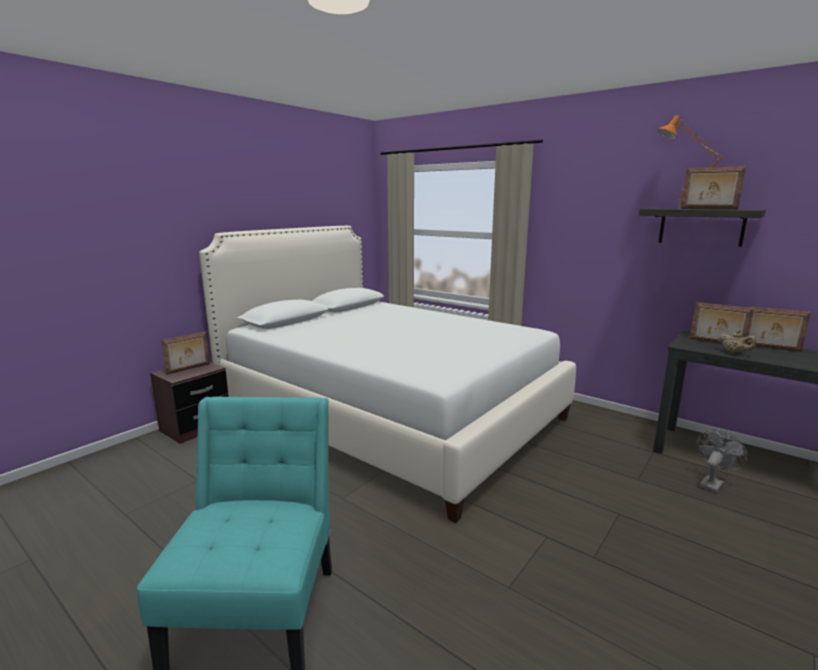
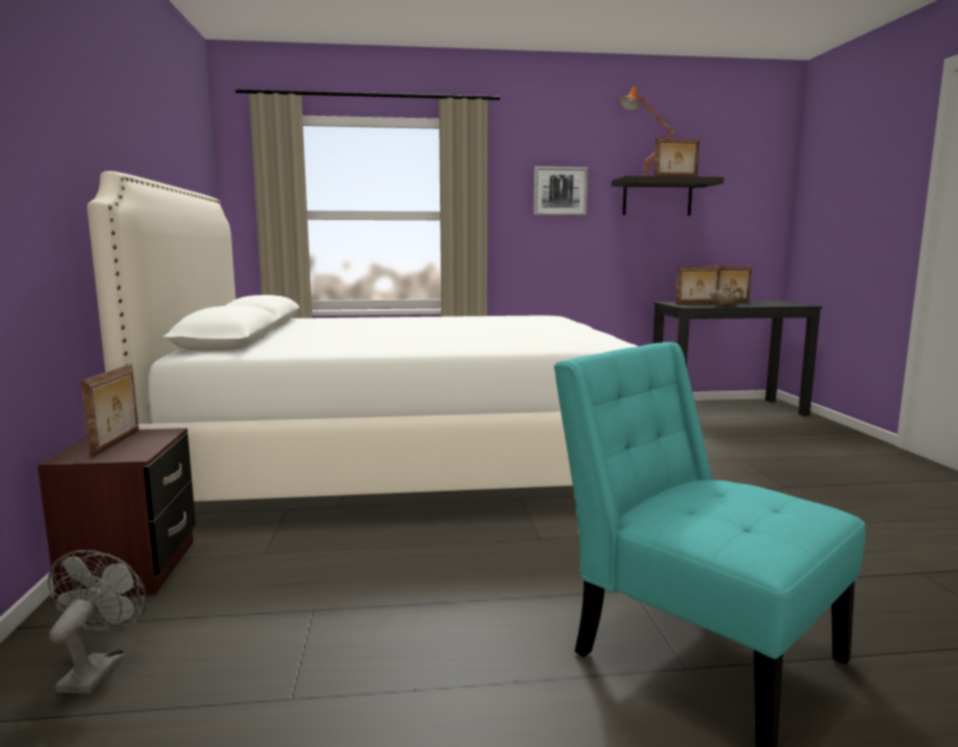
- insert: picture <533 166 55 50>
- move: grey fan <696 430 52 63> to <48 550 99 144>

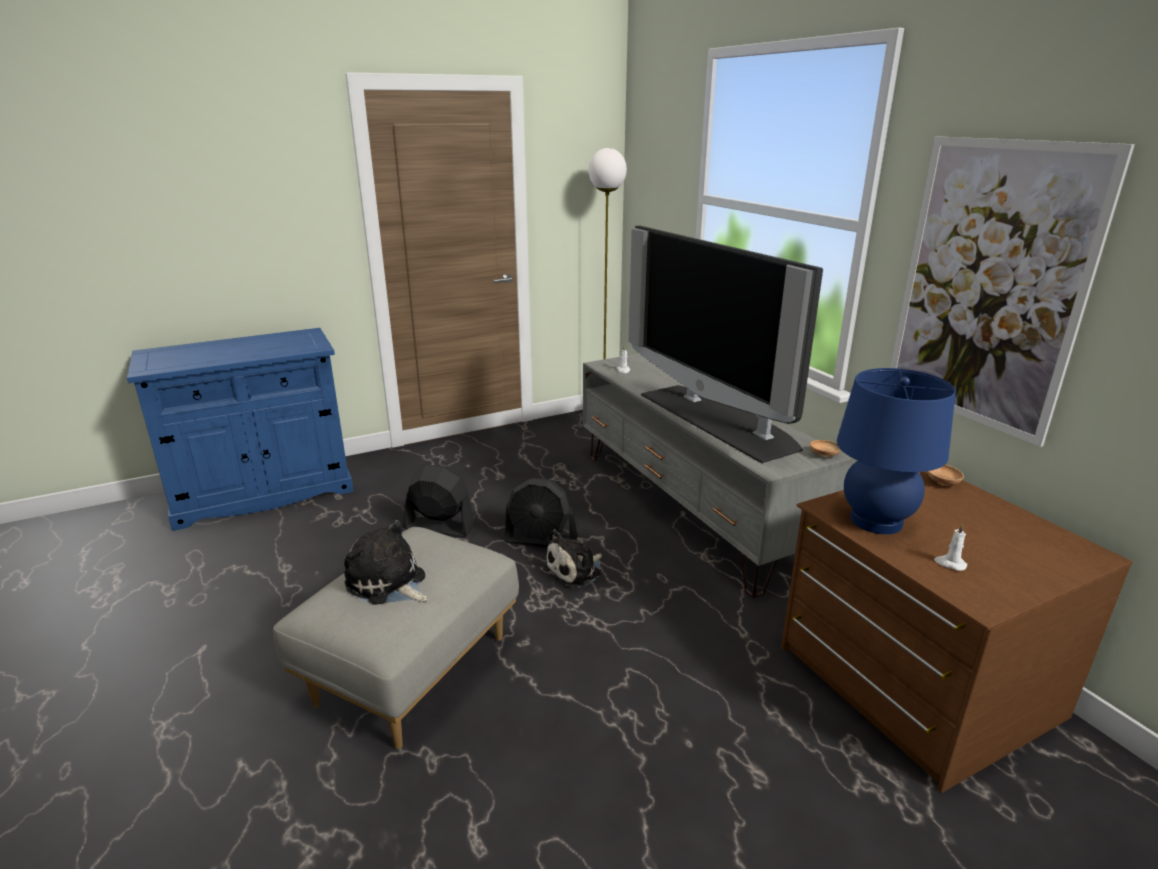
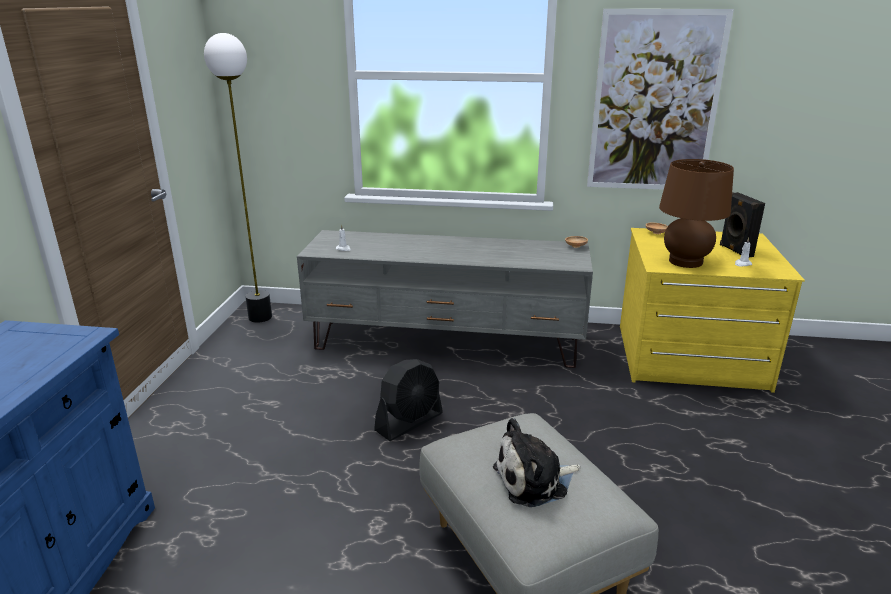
- delete: black fan <403 465 72 73>
- delete: plush toy <543 529 59 59>
- delete: television <628 226 195 237>
- insert: black speaker <720 192 45 65>
- recolor: brown dresser <781 471 352 322> to yellow dresser <620 228 185 165>
- recolor: blue table lamp <837 368 119 166> to brown table lamp <659 159 75 109>

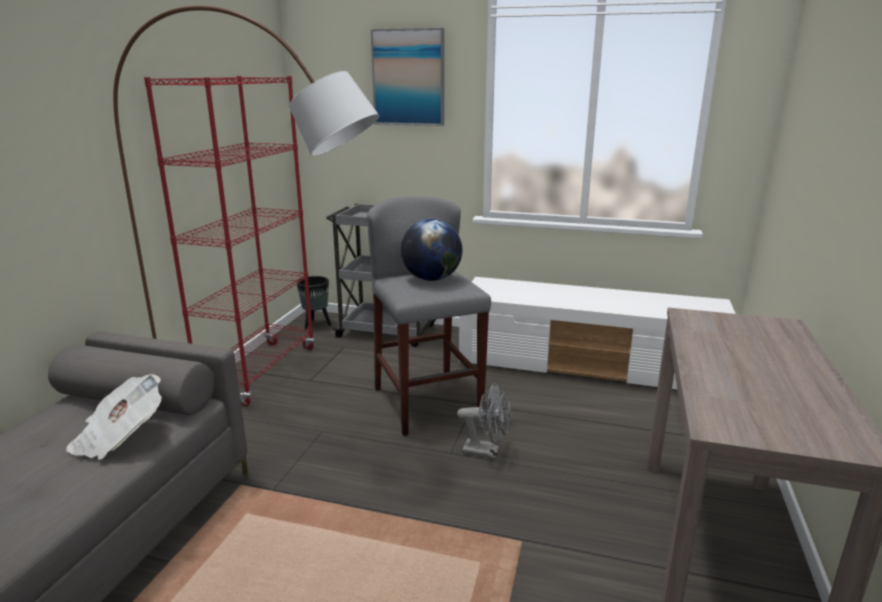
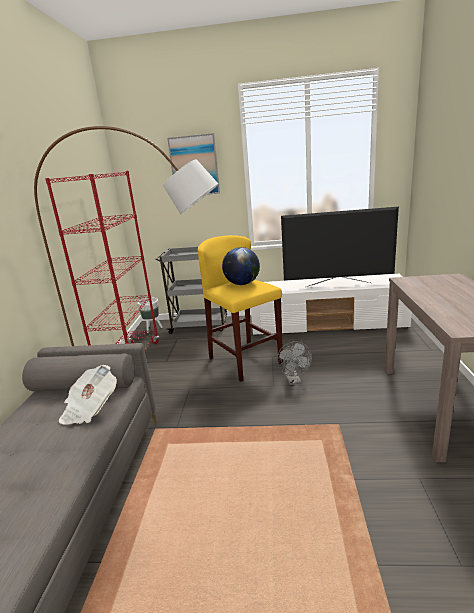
- insert: television <281 207 118 80>
- recolor: black planter <297 276 34 53> to white planter <138 298 25 35>
- recolor: grey stool <367 196 124 240> to yellow stool <198 235 85 147>
- rotate: grey fan <457 384 54 75> = <277 341 35 44> 75 degrees clockwise

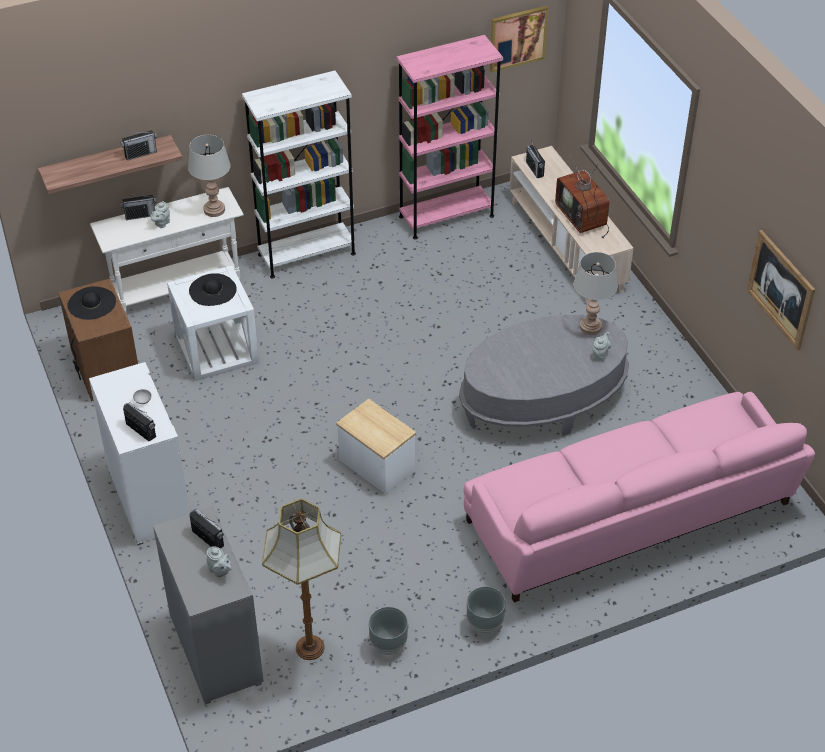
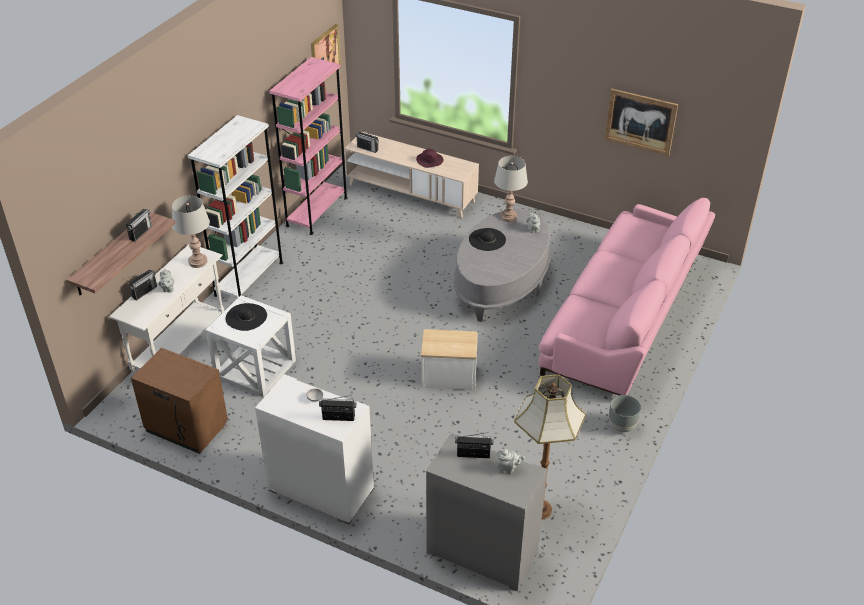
- delete: grey planter <369 607 39 48>
- move: black hat <67 286 49 34> to <469 228 37 23>
- replace: television <555 154 54 84> to purple hat <416 149 27 19>

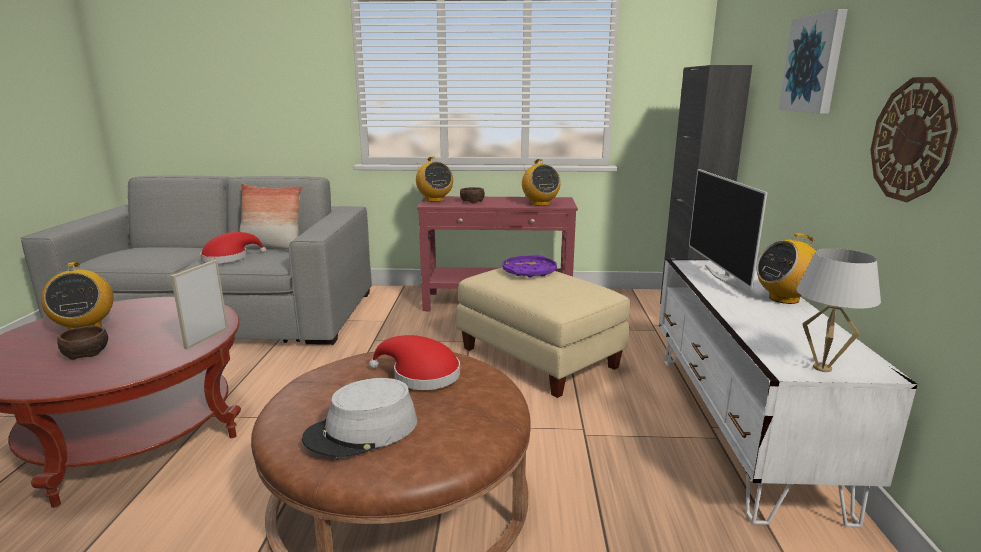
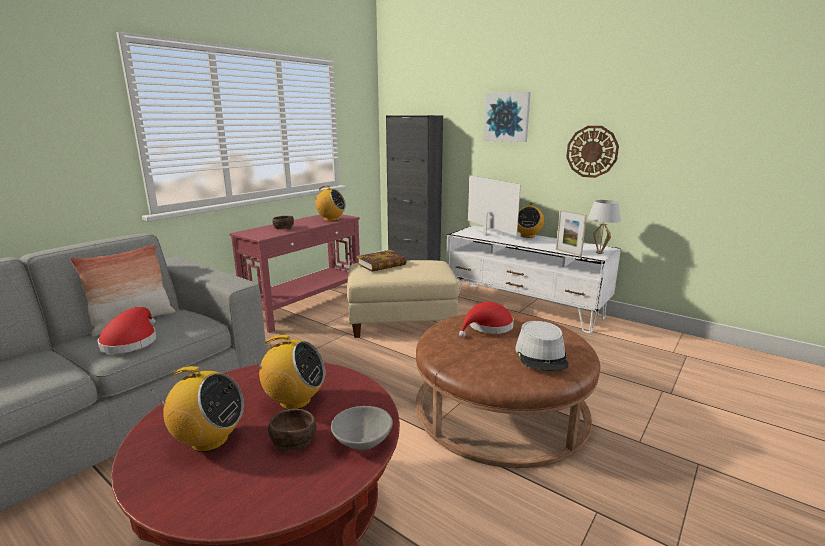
- insert: grey bowl <331 406 62 44>
- move: picture frame <171 260 57 89> to <556 210 31 46>
- move: radio <416 157 37 45> to <252 335 73 75>
- replace: purple tray <503 255 54 22> to book <356 250 51 22>
- rotate: television <689 169 79 120> = <468 175 53 64> 150 degrees counterclockwise

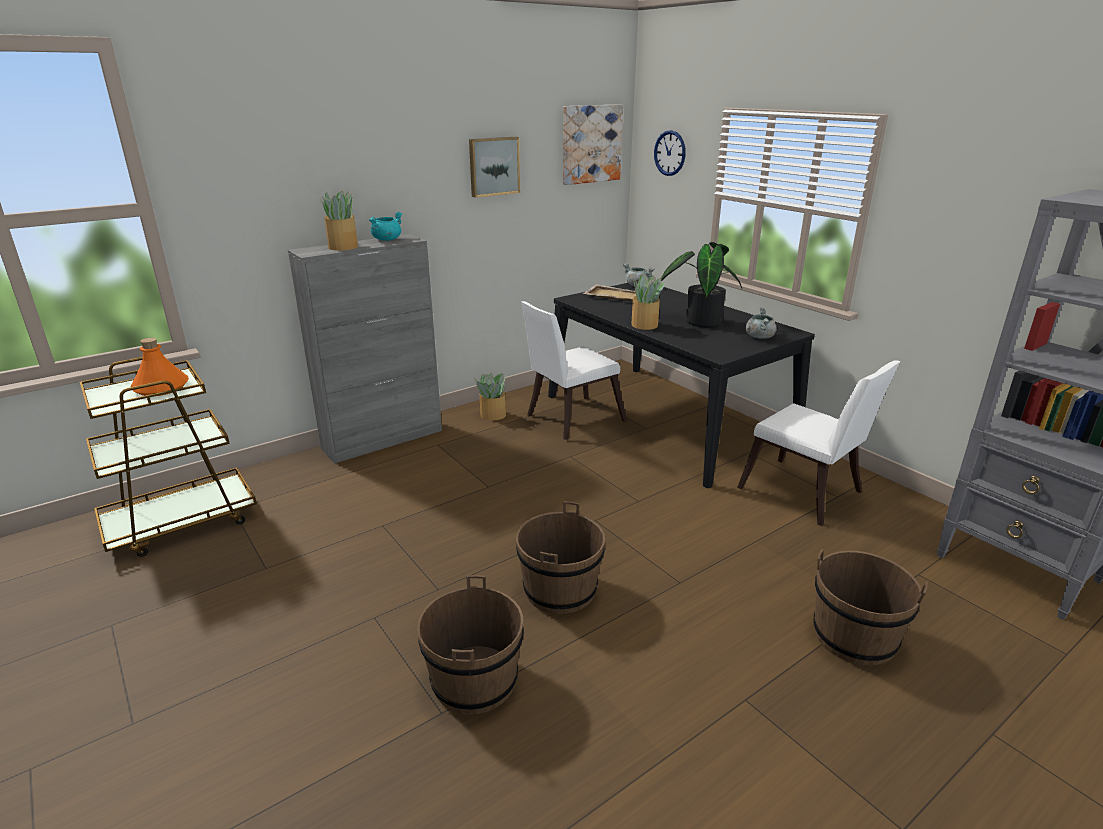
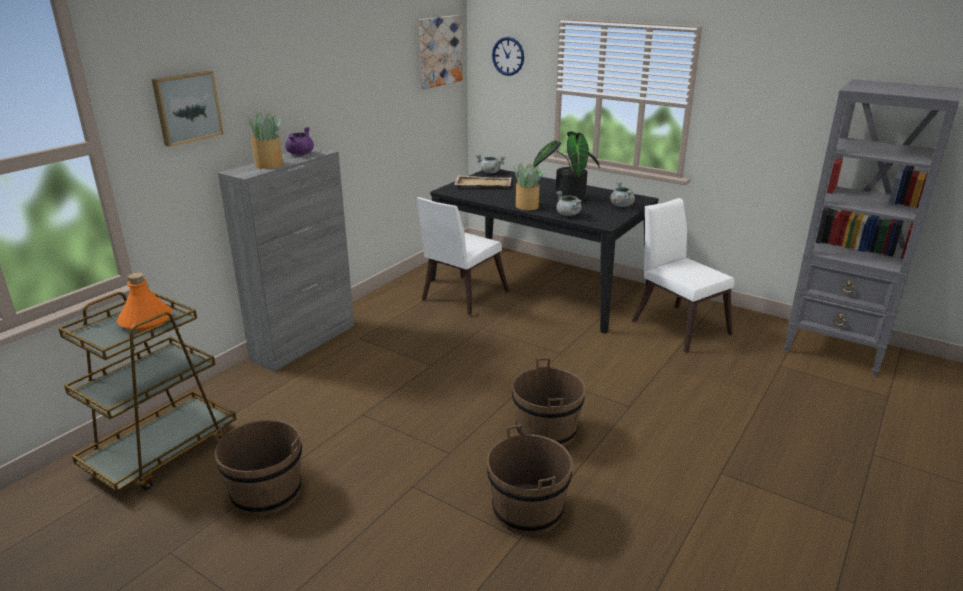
- delete: potted plant <474 373 32 47>
- insert: grey cooking pot <556 191 26 25>
- move: picture <469 137 51 61> to <152 71 72 76>
- move: brown bucket <813 549 115 117> to <214 419 88 97>
- recolor: turquoise cooking pot <369 212 33 29> to purple cooking pot <285 127 29 28>
- rotate: white chair <737 360 164 166> = <632 198 103 155> 150 degrees counterclockwise

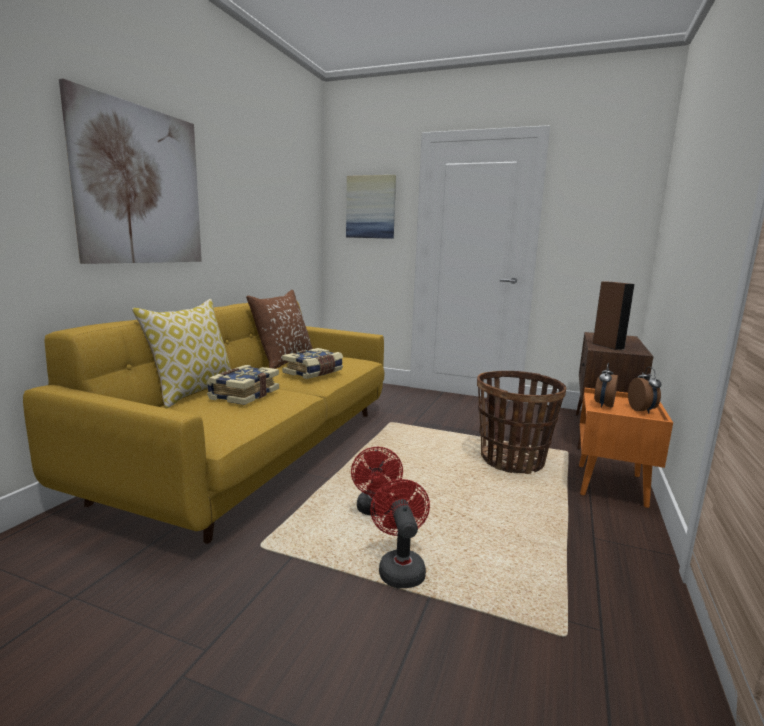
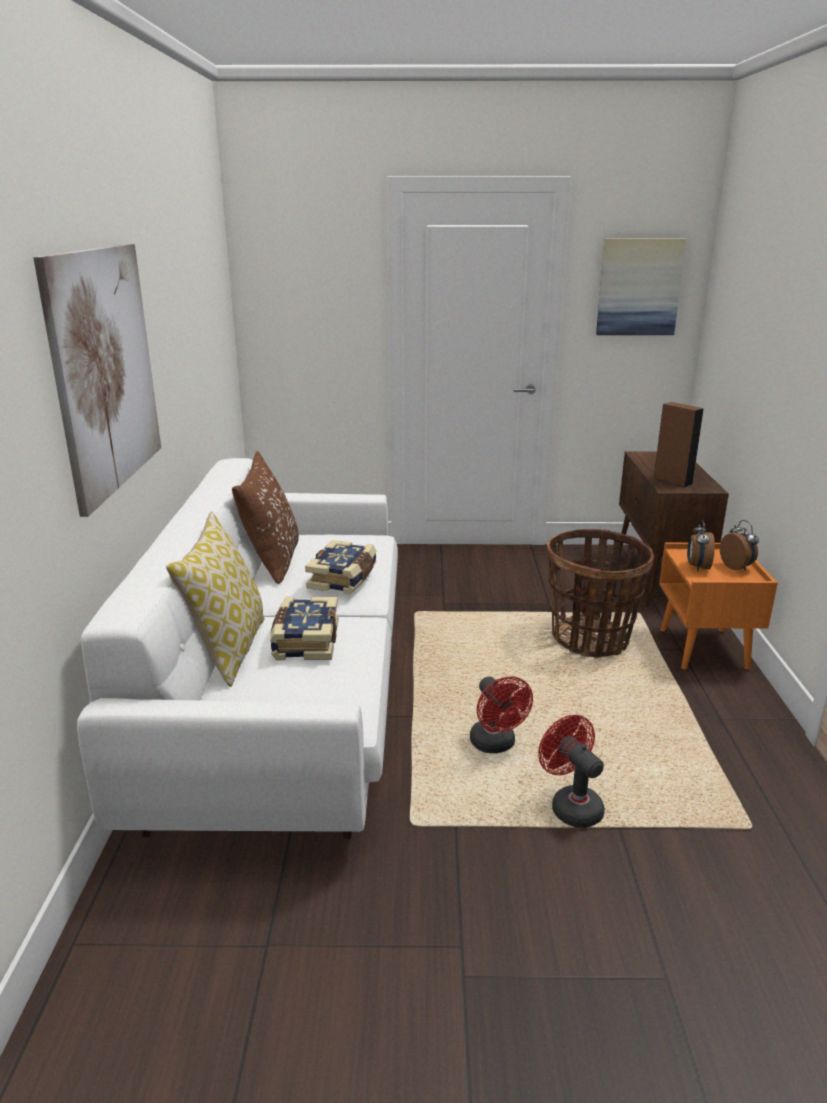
- move: picture <346 175 50 64> to <596 238 90 97>
- recolor: yellow sofa <23 300 361 244> to white sofa <77 458 321 381>

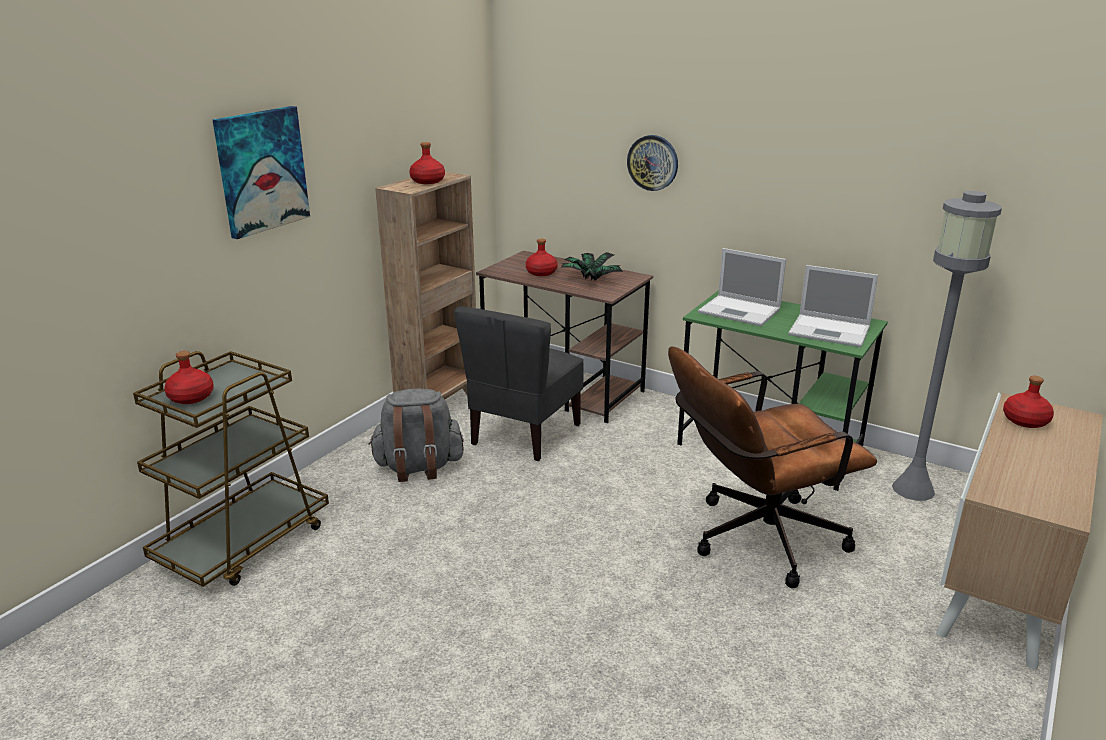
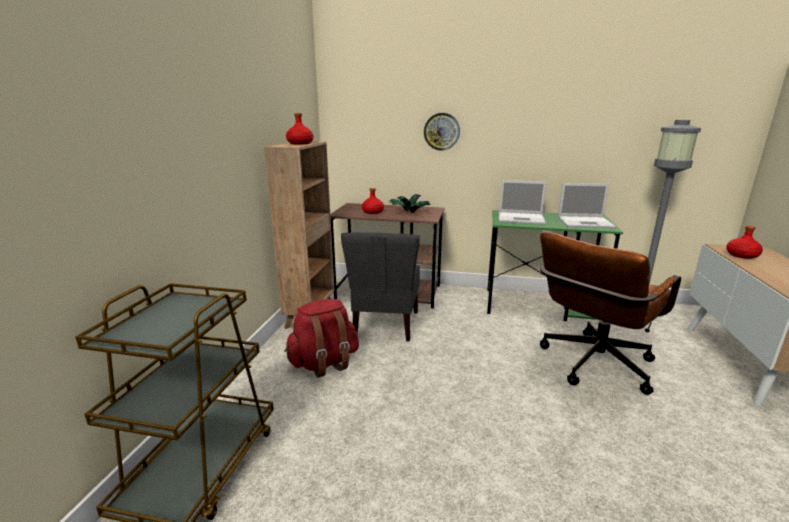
- delete: red bottle <164 351 50 53>
- delete: picture <213 106 97 133>
- recolor: grey backpack <369 389 95 93> to red backpack <284 299 75 79>

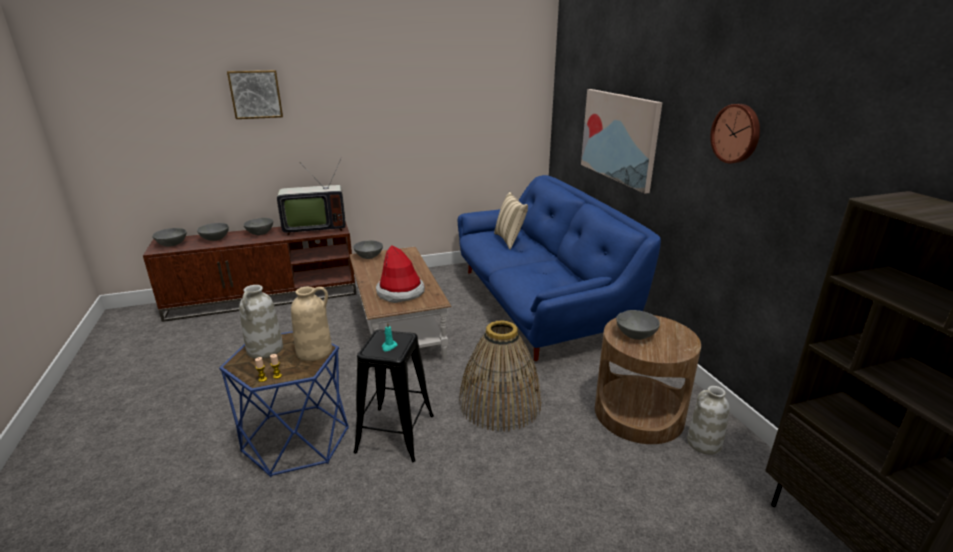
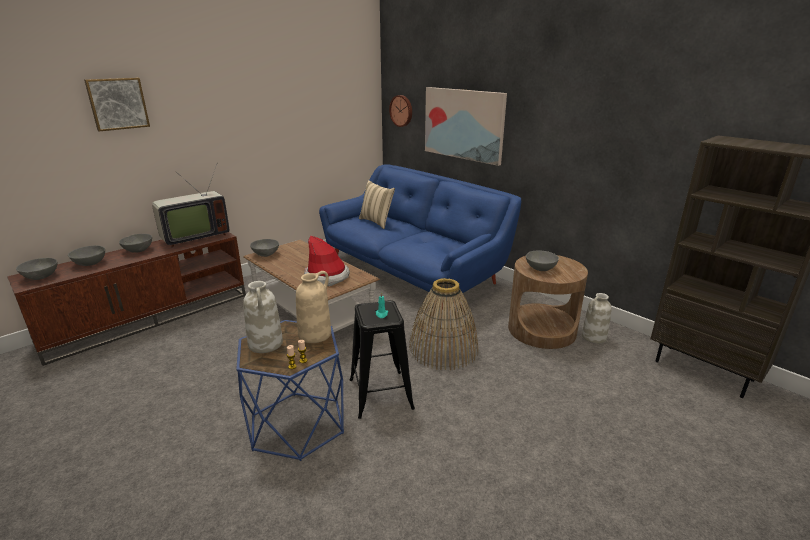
- move: wall clock <710 104 50 59> to <389 95 23 32>

